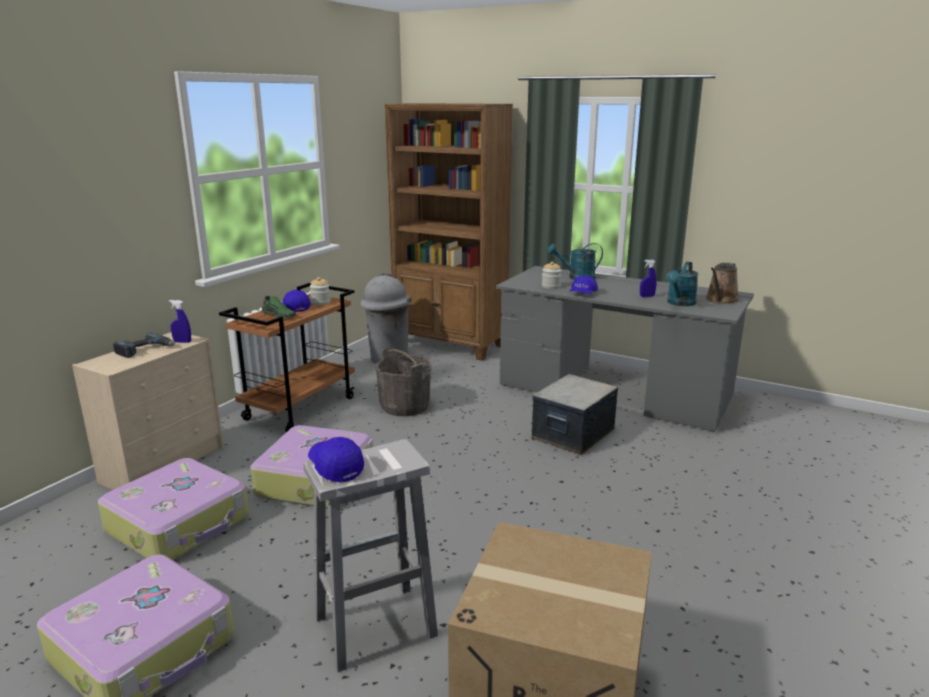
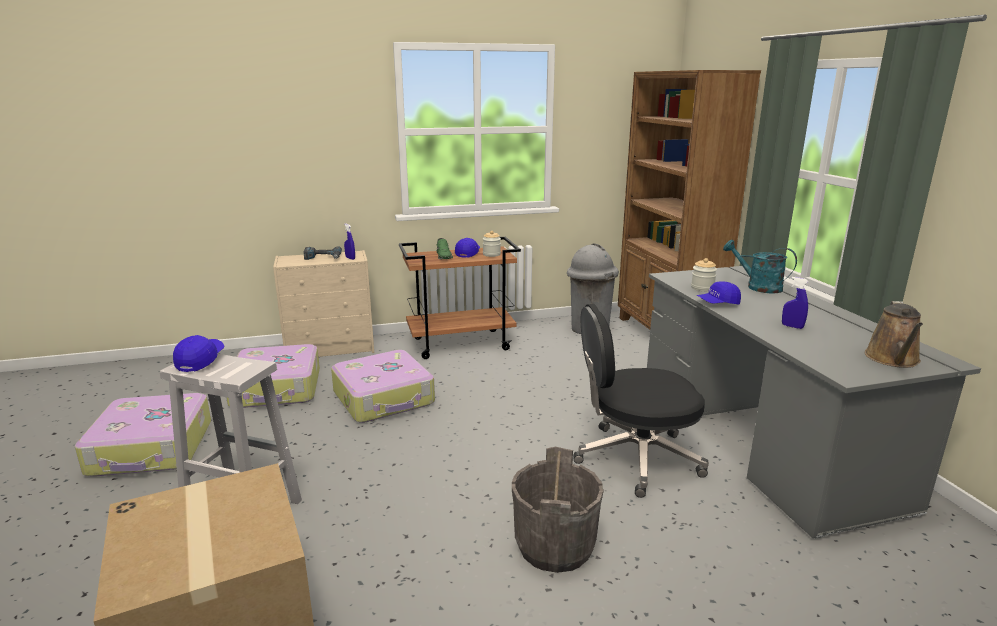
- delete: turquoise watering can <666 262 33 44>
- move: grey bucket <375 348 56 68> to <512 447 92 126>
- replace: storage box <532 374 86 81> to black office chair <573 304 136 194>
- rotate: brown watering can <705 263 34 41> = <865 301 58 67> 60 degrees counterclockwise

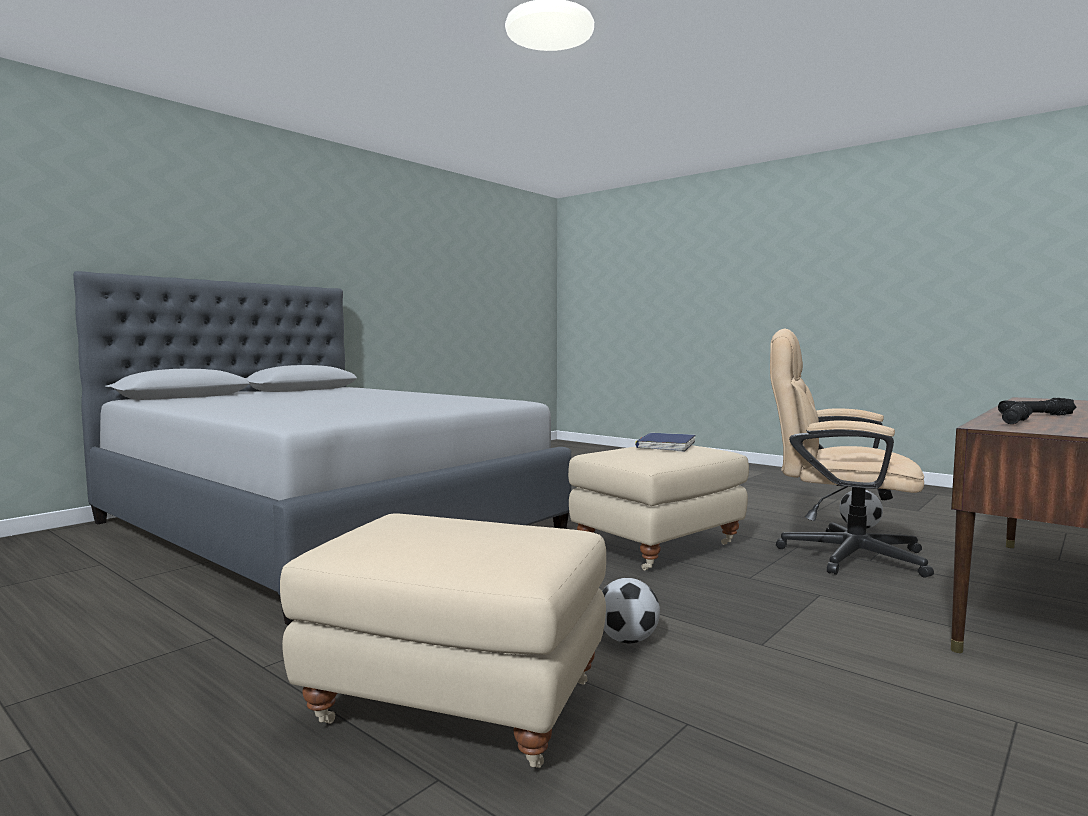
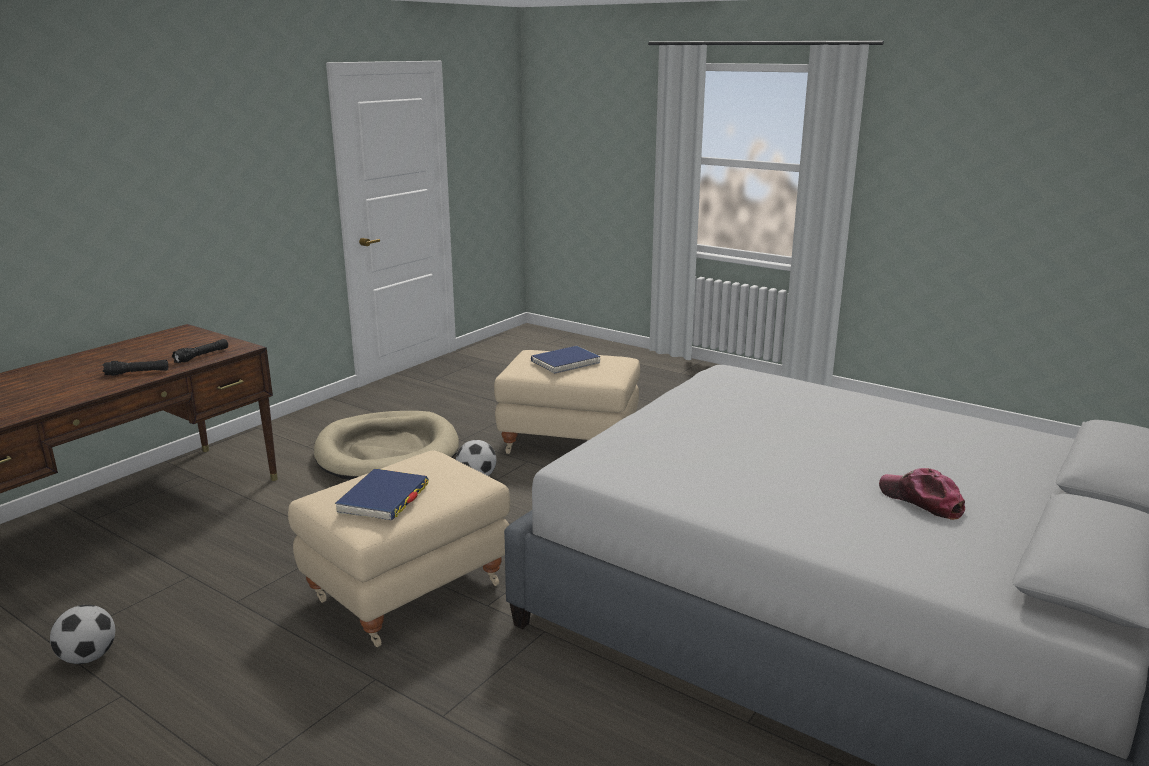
- delete: beige office chair <770 328 164 250>
- insert: beige dog bed <314 411 145 69>
- insert: blue book <531 346 70 28>
- insert: cap <879 468 87 52>

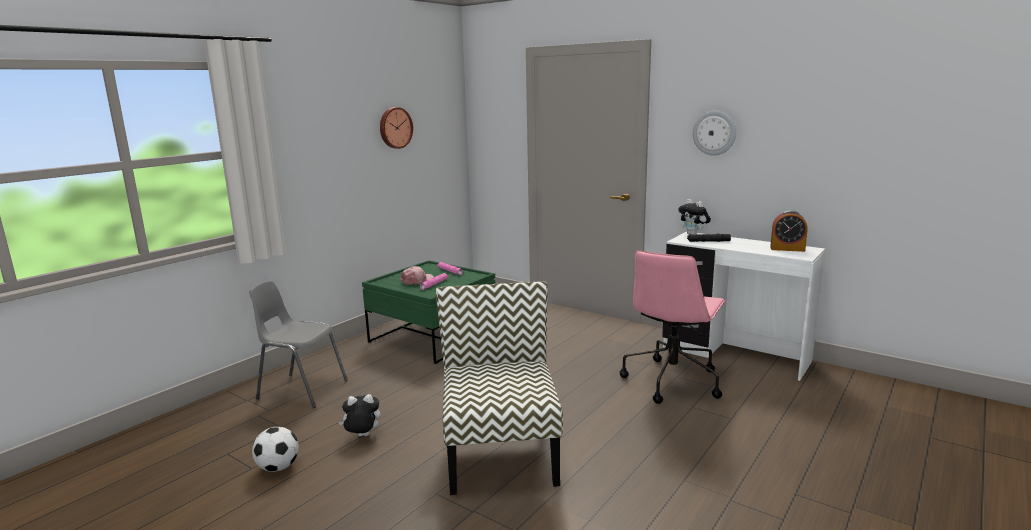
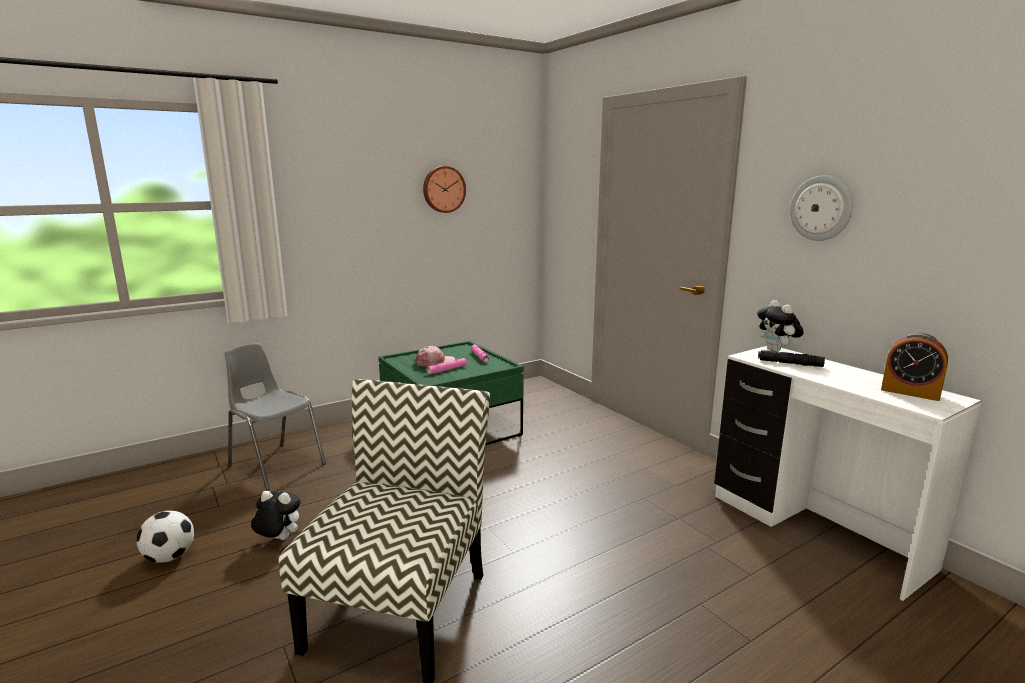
- delete: pink office chair <620 250 106 154>

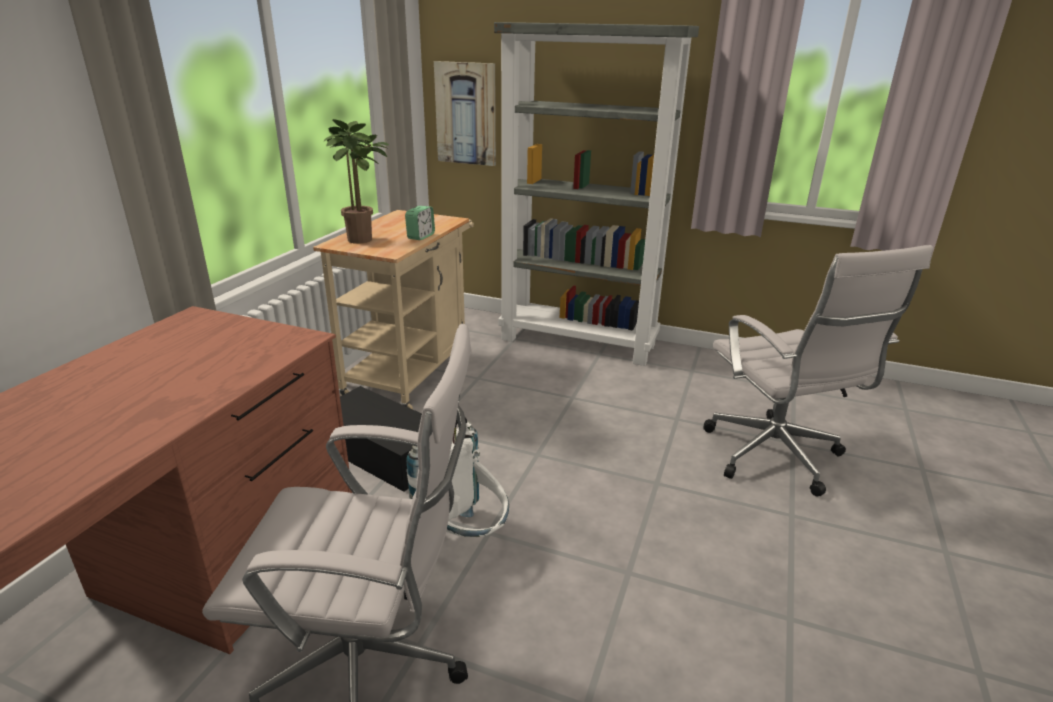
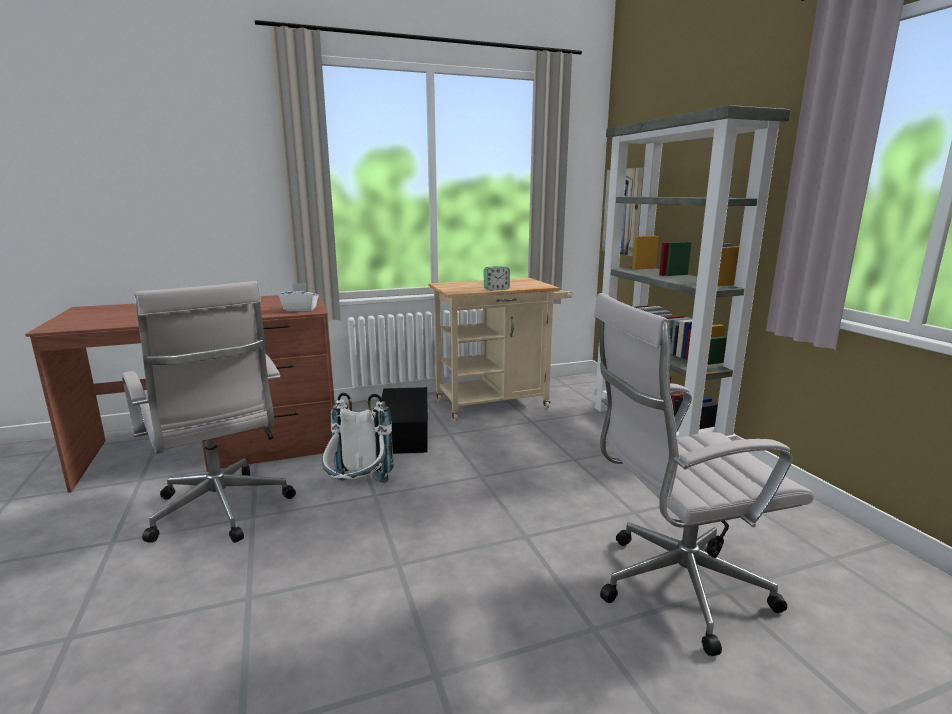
- delete: potted plant <324 119 65 125>
- insert: white tissue box <279 283 40 28>
- rotate: white office chair <703 245 230 251> = <594 293 220 363> 45 degrees clockwise

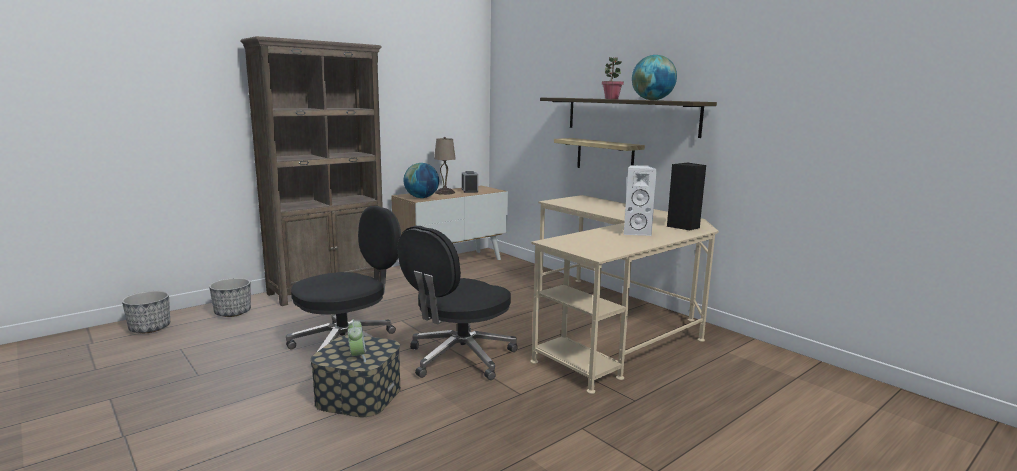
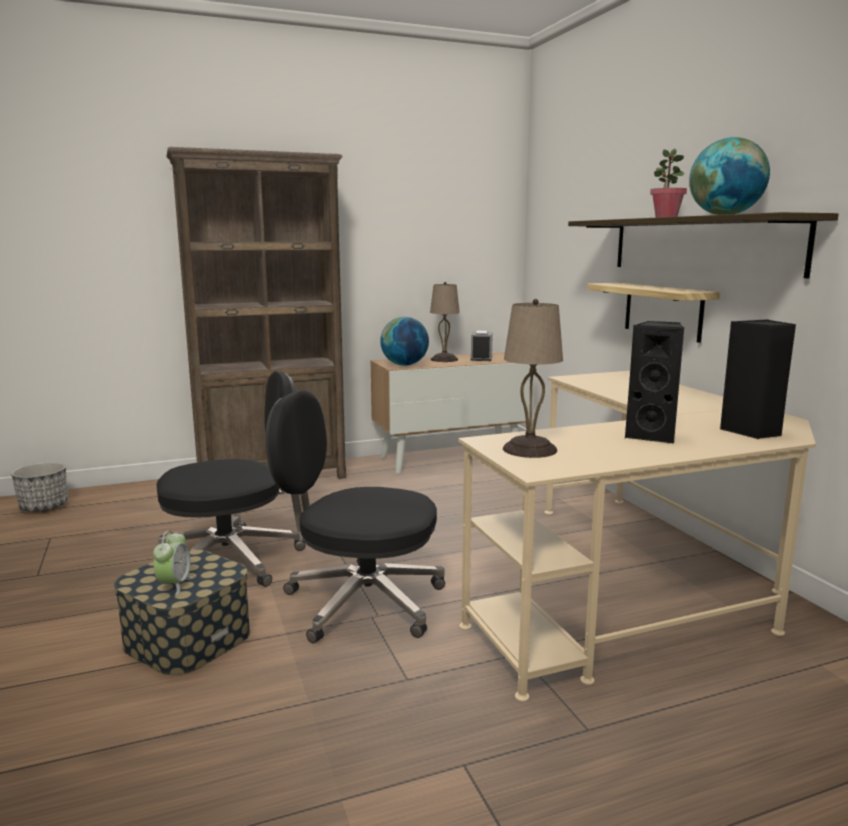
- delete: planter <209 278 42 39>
- insert: beige table lamp <503 299 60 159>
- recolor: white speaker <623 165 35 71> to black speaker <624 321 61 122>
- rotate: black office chair <397 226 121 154> = <265 391 180 252> 45 degrees clockwise

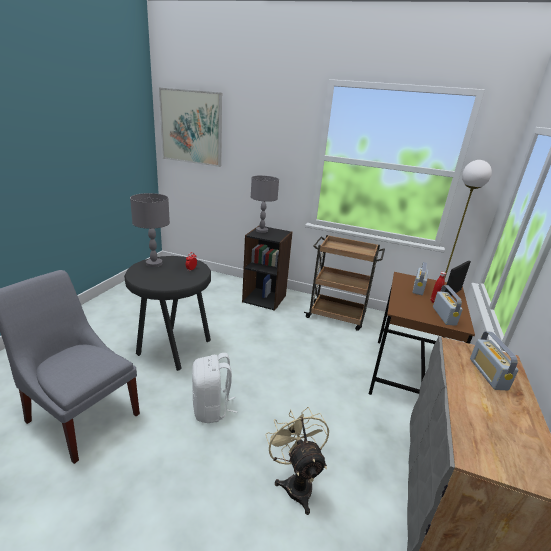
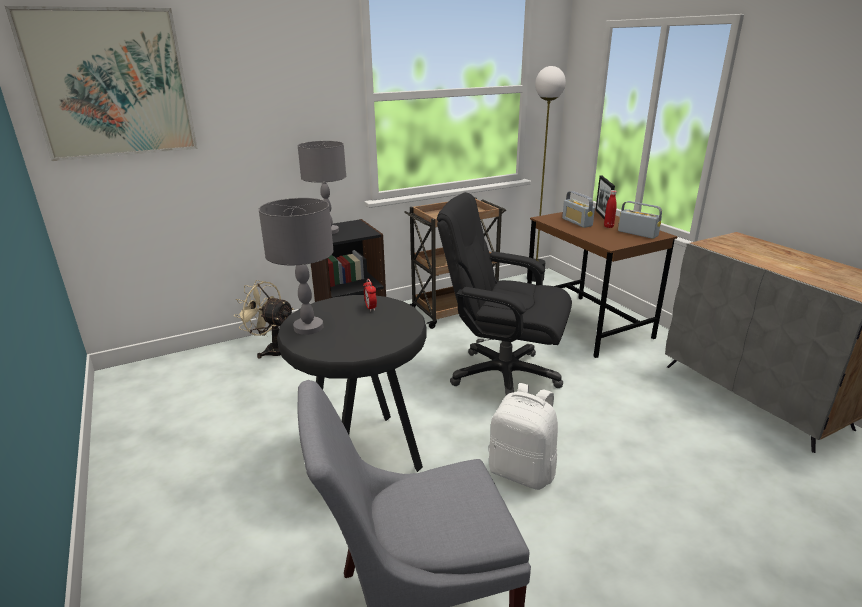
- delete: radio <470 331 48 59>
- insert: black office chair <437 192 135 203>
- move: beige fan <266 407 63 108> to <234 280 60 78>

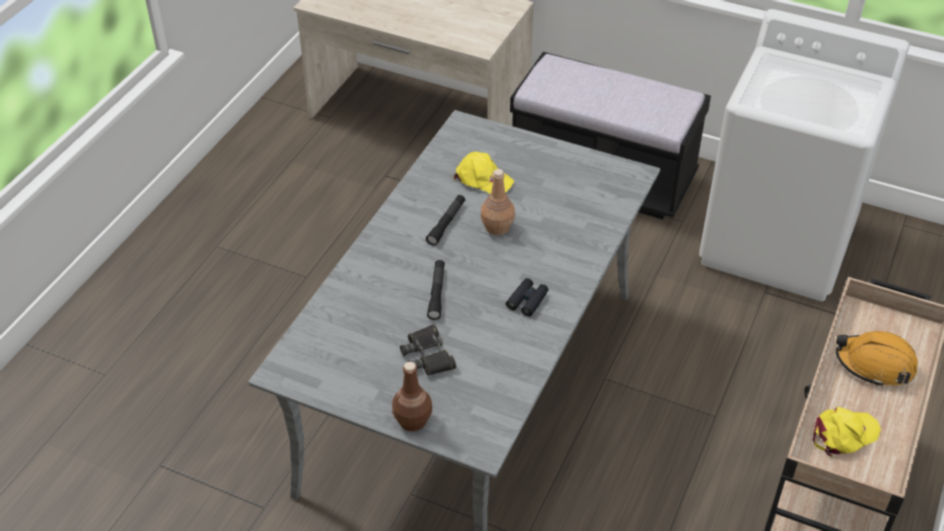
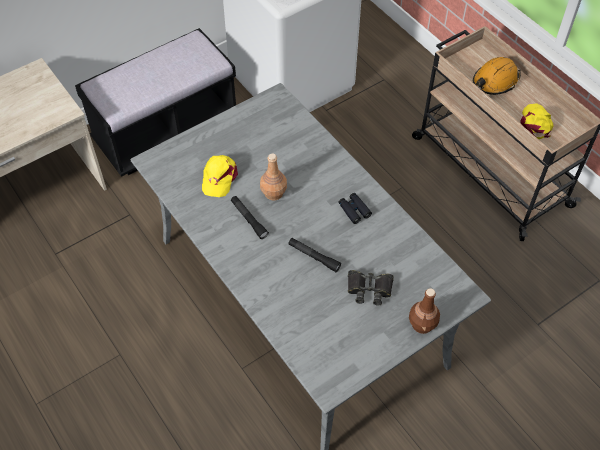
- rotate: yellow cap <453 151 61 43> = <202 155 36 42> 135 degrees clockwise

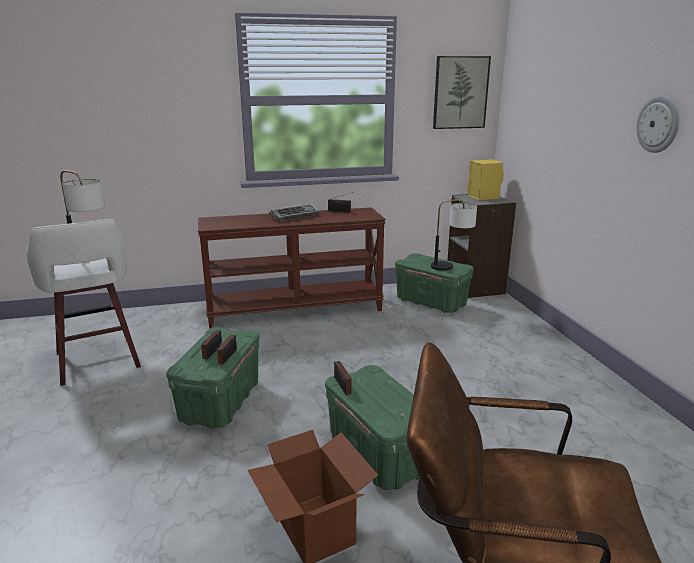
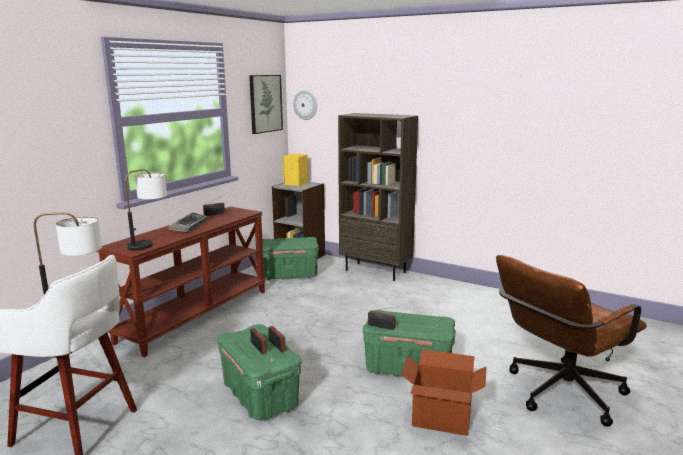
- insert: brown bookcase <338 113 80 168>
- move: table lamp <431 199 46 71> to <125 169 42 82>
- move: wall clock <636 96 43 57> to <293 90 24 30>

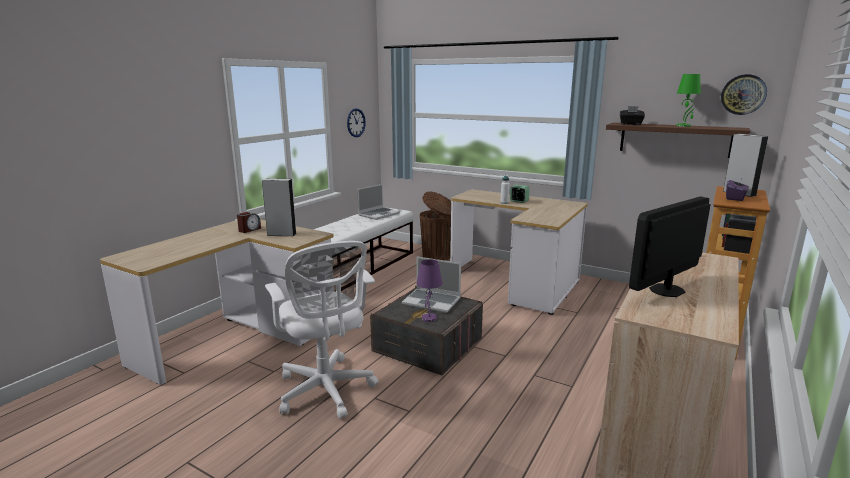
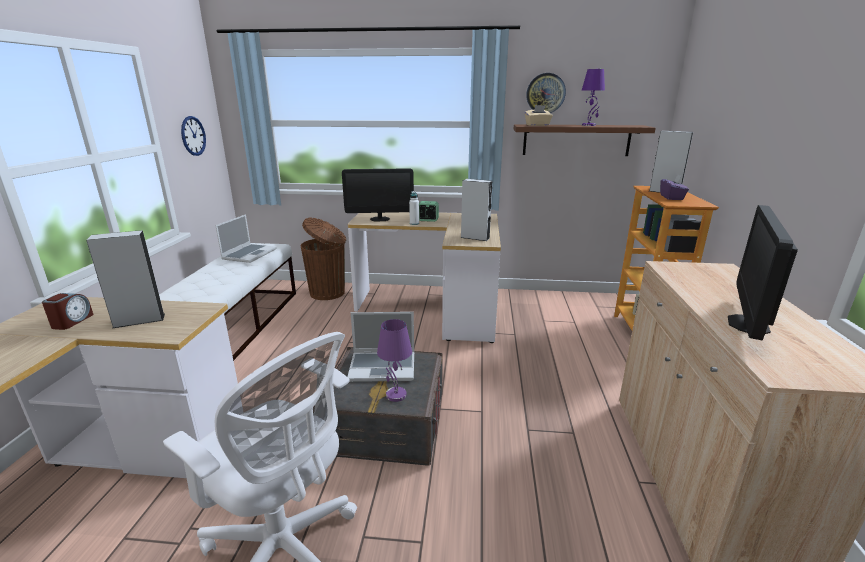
- insert: monitor <342 168 72 53>
- insert: grey speaker <461 179 31 62>
- move: wall clock <721 74 46 41> to <526 73 40 40>
- recolor: black tissue box <620 106 25 19> to beige tissue box <525 105 28 21>
- recolor: green table lamp <677 74 24 53> to purple table lamp <581 69 24 57>

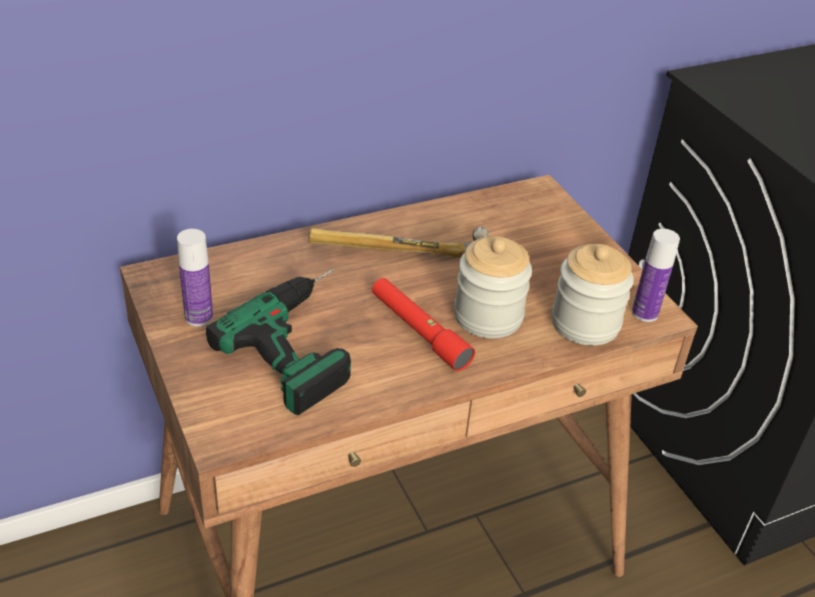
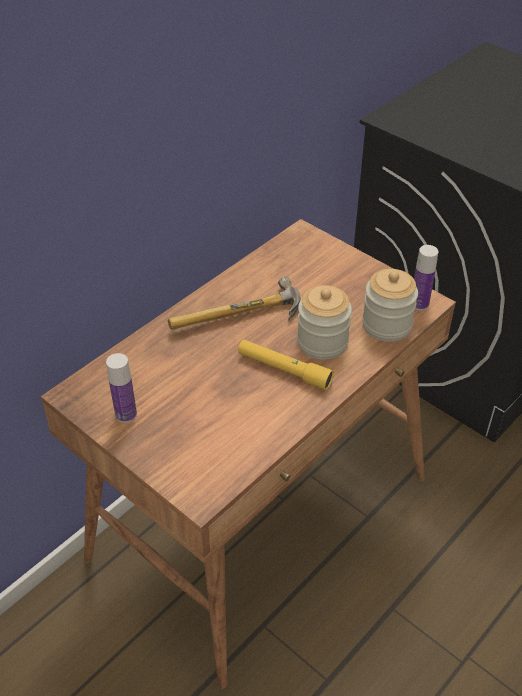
- delete: power drill <206 269 145 146>
- recolor: red flashlight <372 278 103 93> to yellow flashlight <238 340 96 50>

